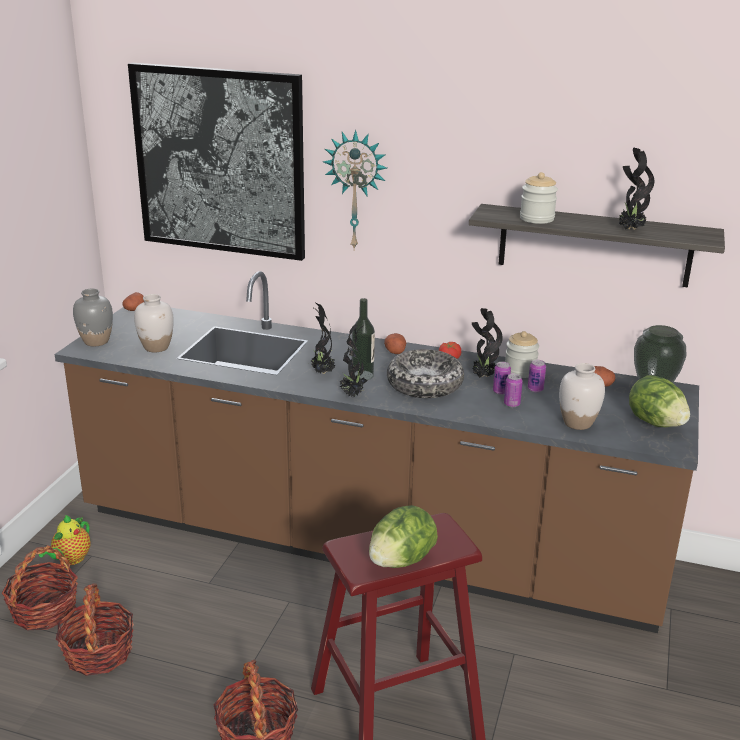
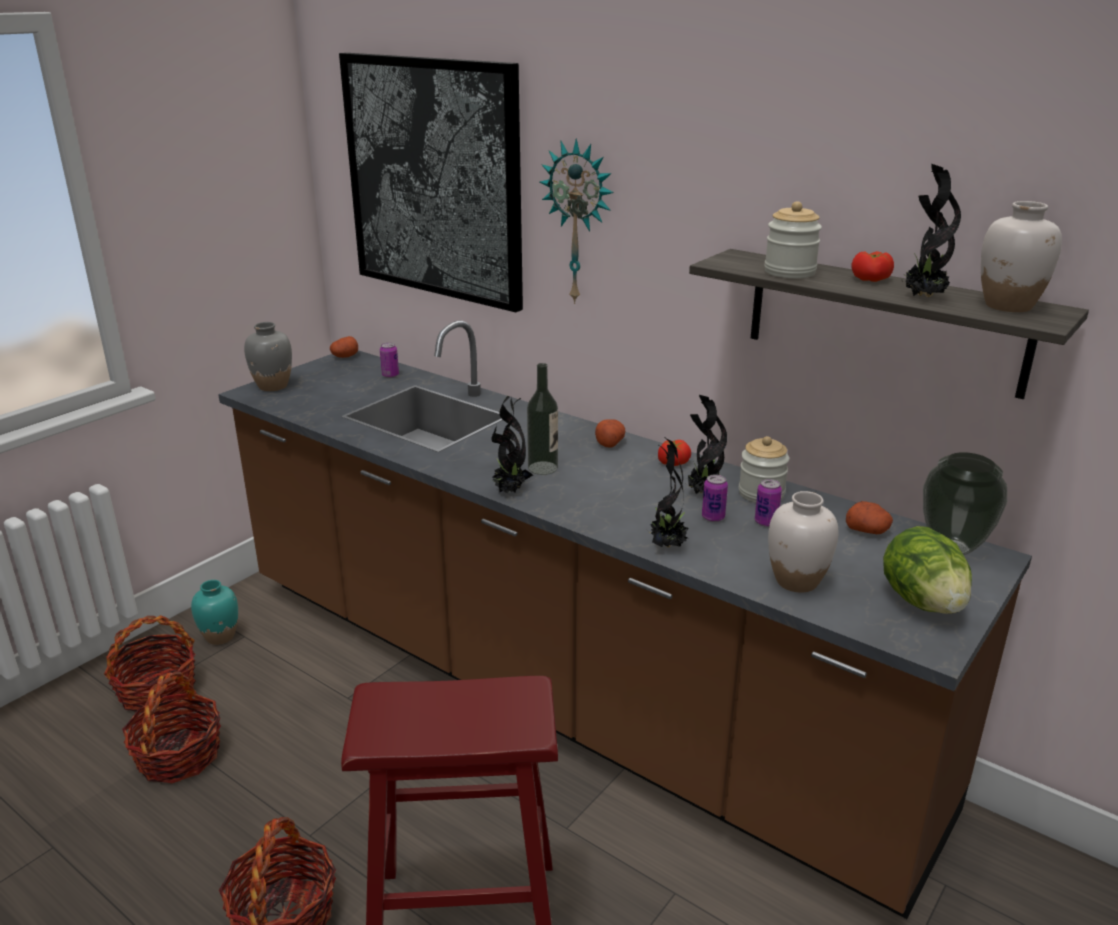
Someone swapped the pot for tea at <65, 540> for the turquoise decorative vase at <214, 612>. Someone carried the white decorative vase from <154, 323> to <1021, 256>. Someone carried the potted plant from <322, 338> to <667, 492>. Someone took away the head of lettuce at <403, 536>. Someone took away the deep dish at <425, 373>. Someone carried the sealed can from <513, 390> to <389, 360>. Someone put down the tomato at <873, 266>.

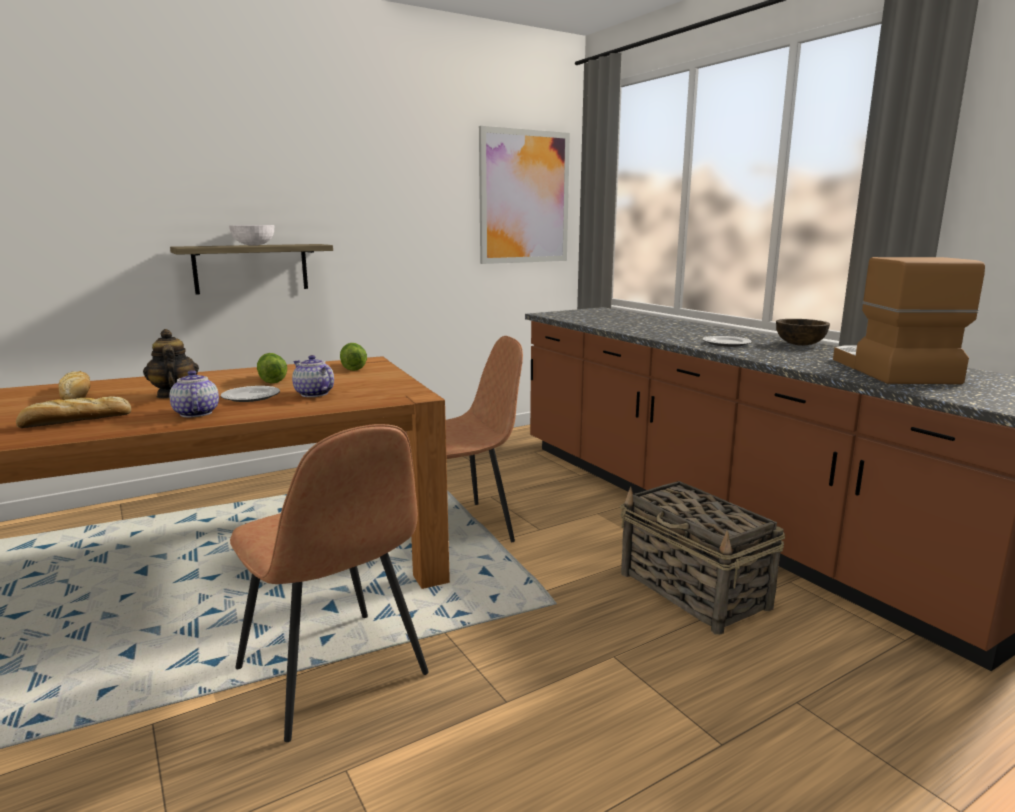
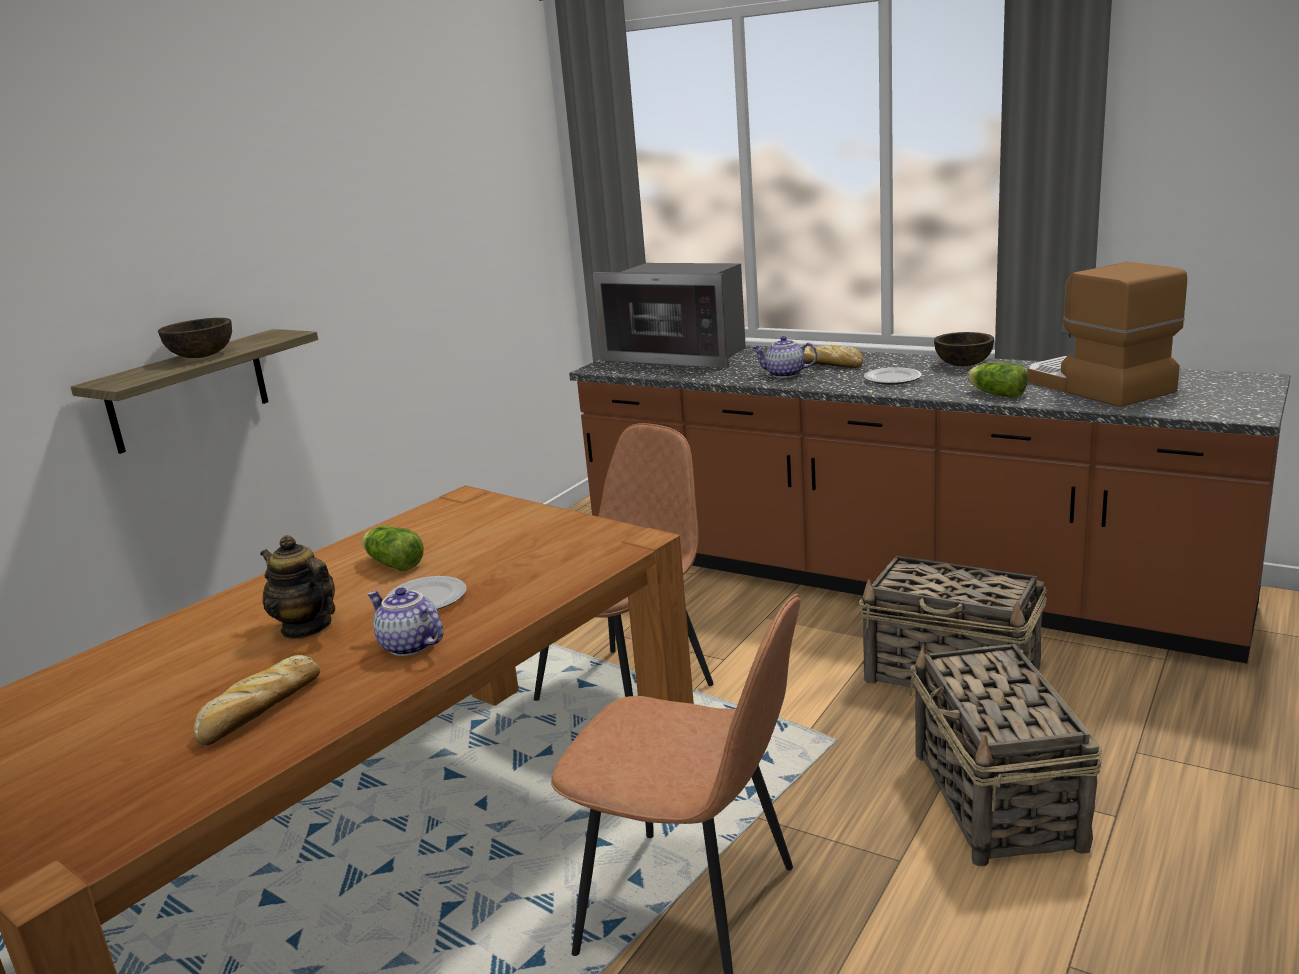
Someone carried the bread from <75, 385> to <832, 356>. Someone repainted the white deep dish at <251, 235>, which became the brown deep dish at <195, 338>. Someone carried the pot for tea from <313, 376> to <784, 357>. Someone carried the head of lettuce from <353, 357> to <997, 380>. Someone took away the wall picture at <524, 195>. Someone put down the microwave at <669, 315>. Someone put down the basket at <1005, 755>.

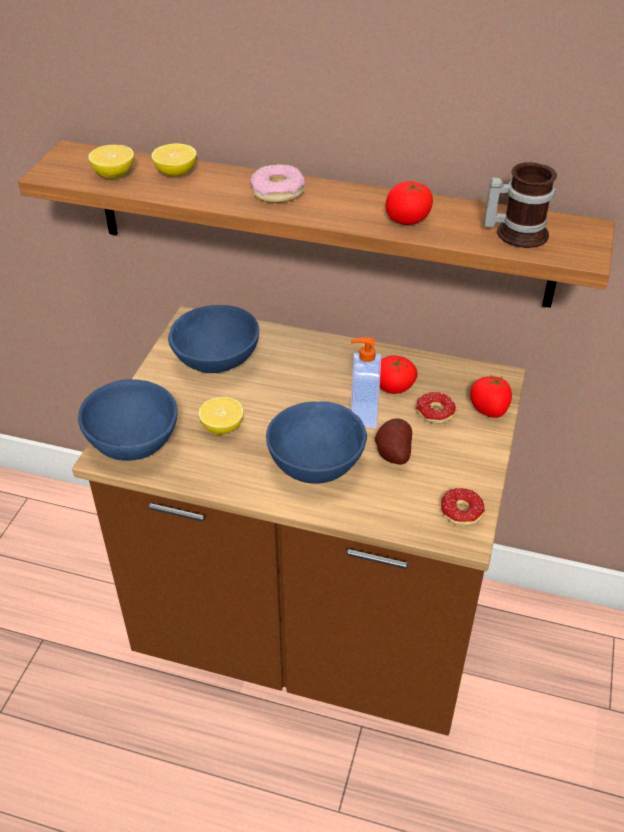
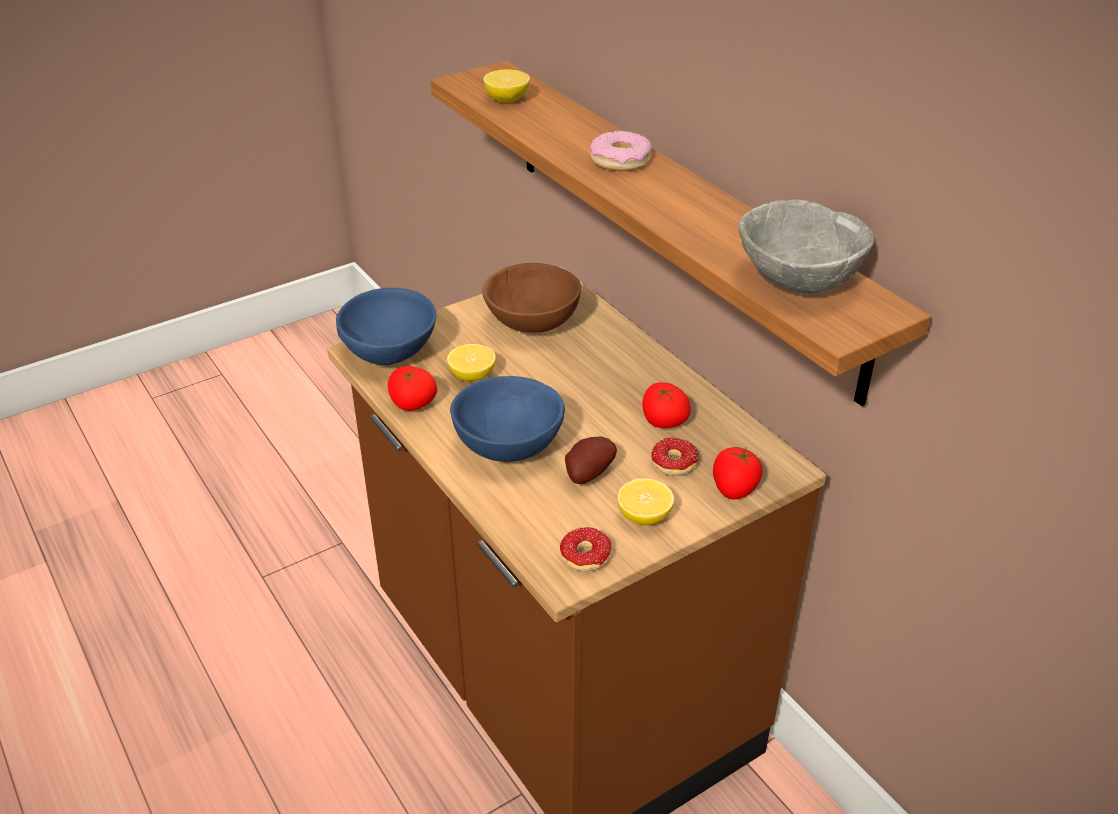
Someone carried the citrus fruit from <173, 160> to <645, 501>. Someone repainted the bluish deep dish at <214, 339>, which became the brown deep dish at <531, 298>. Someone took away the soap bottle at <366, 382>. Someone carried the tomato from <409, 203> to <412, 388>. Someone swapped the tea mug at <520, 205> for the greyish deep dish at <806, 246>.

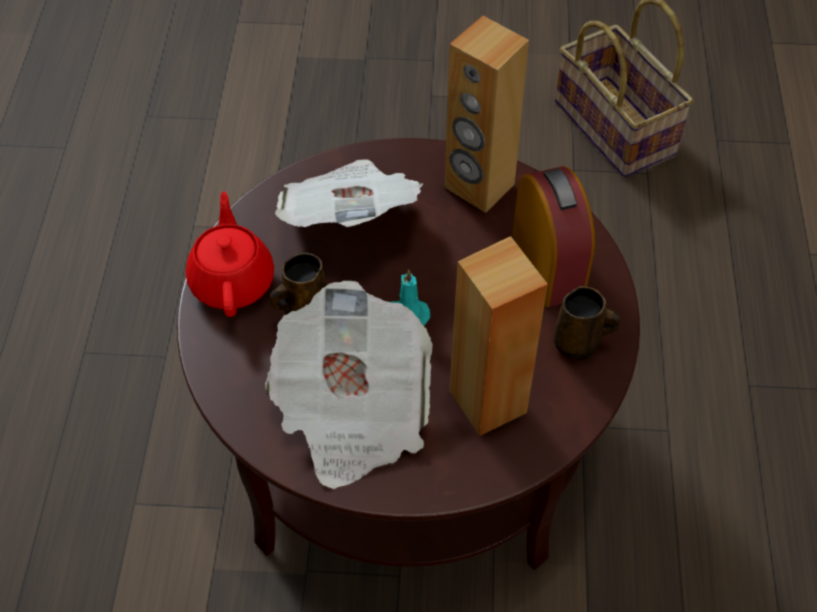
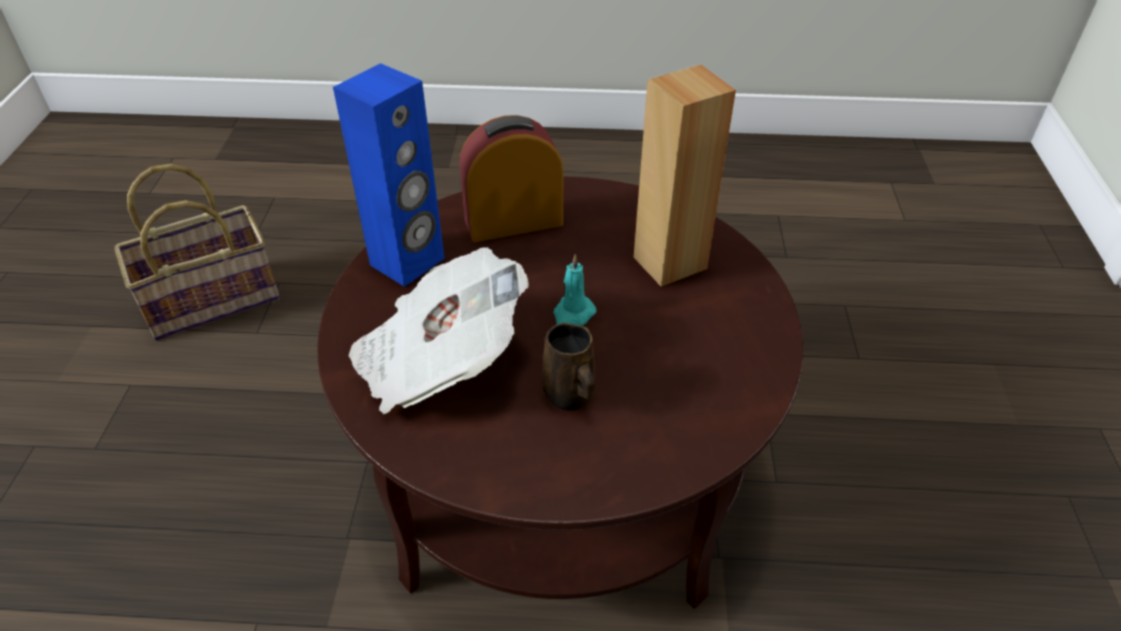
Someone took away the red-coloured pot for tea at <230, 254>. Someone took away the printed paper at <349, 385>. Someone repainted the brown speaker at <486, 114>, which became the bluish speaker at <389, 175>. Someone took away the brown tea mug at <586, 323>.

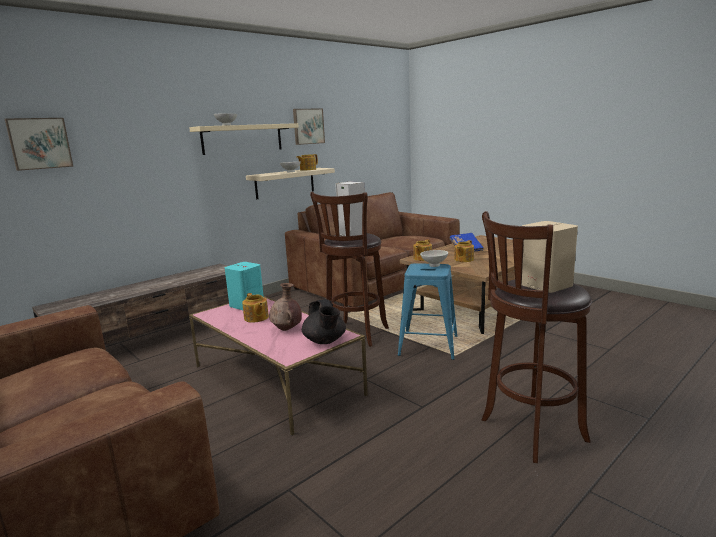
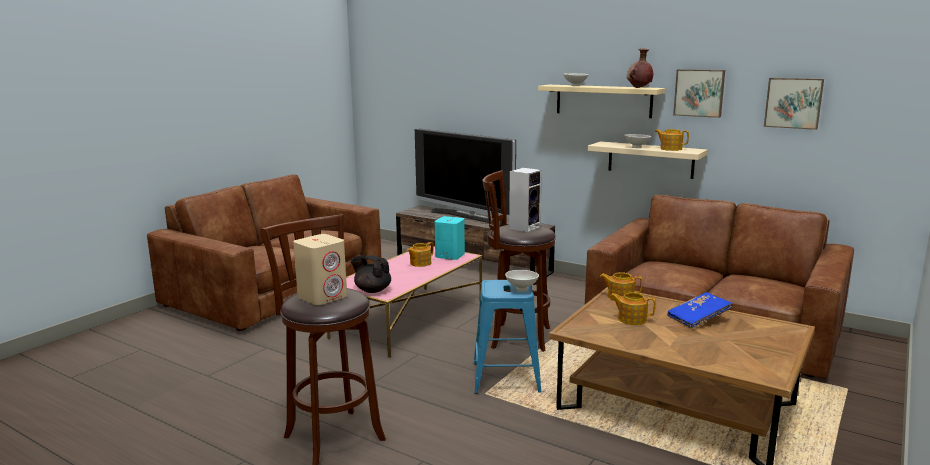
Someone carried the wall picture from <39, 144> to <794, 104>. Someone carried the brown decorative vase from <285, 307> to <640, 68>. Someone rotated the black pot for tea at <324, 321> by 60 degrees clockwise. Someone put down the TV at <465, 178>.

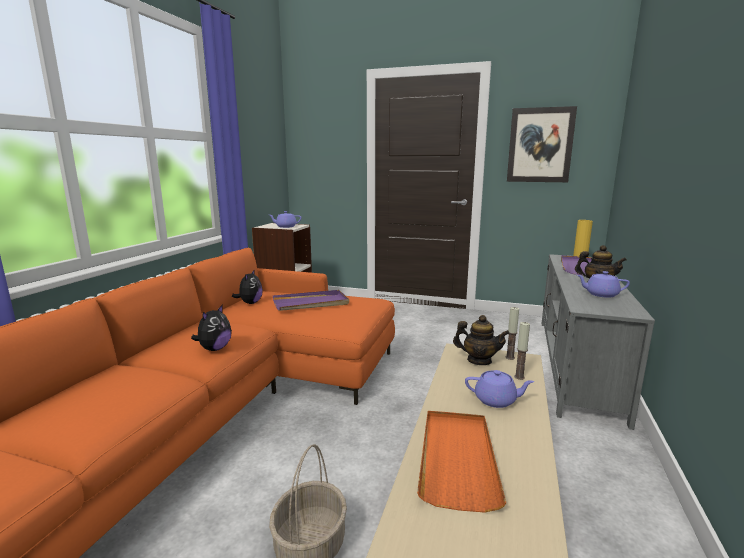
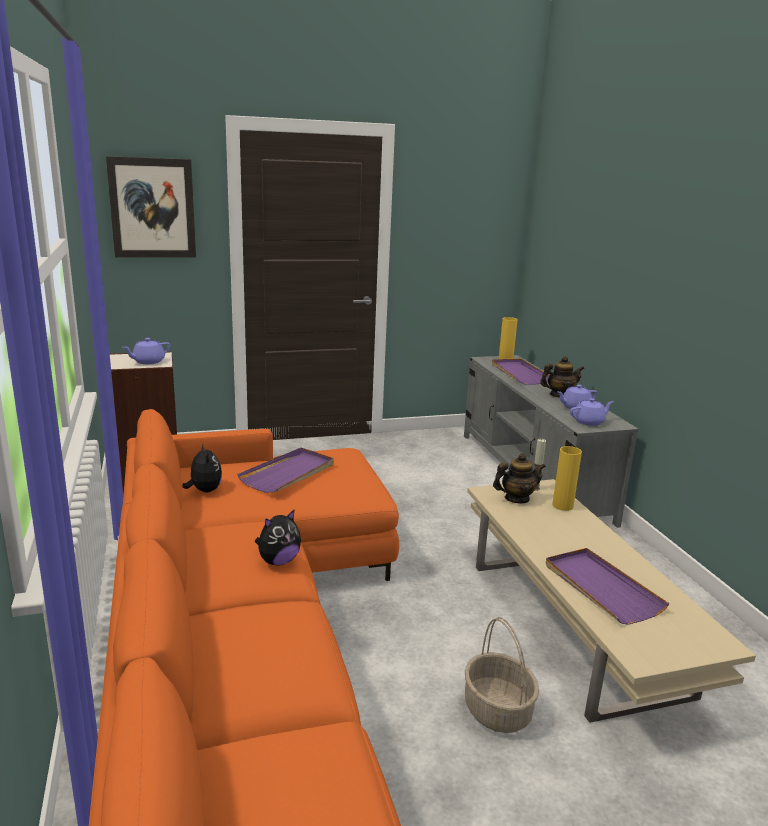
Someone rotated the soft toy at <211, 327> by 60 degrees clockwise. Someone repainted the orangey serving tray at <461, 462>, which became the purplish serving tray at <607, 586>. Someone carried the purplish pot for tea from <499, 389> to <592, 412>. Someone carried the wall picture from <542, 144> to <151, 207>. Someone swapped the wax candle at <522, 351> for the yellow decorative vase at <567, 478>.

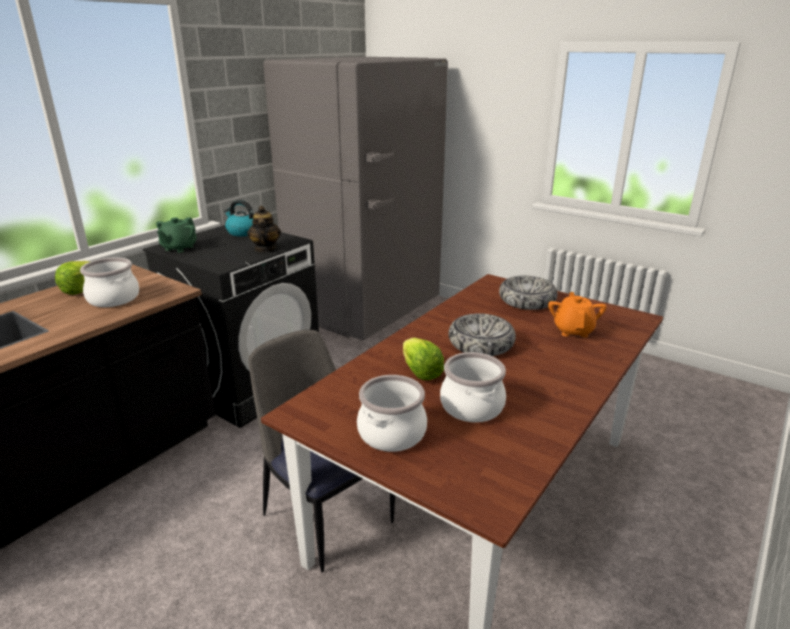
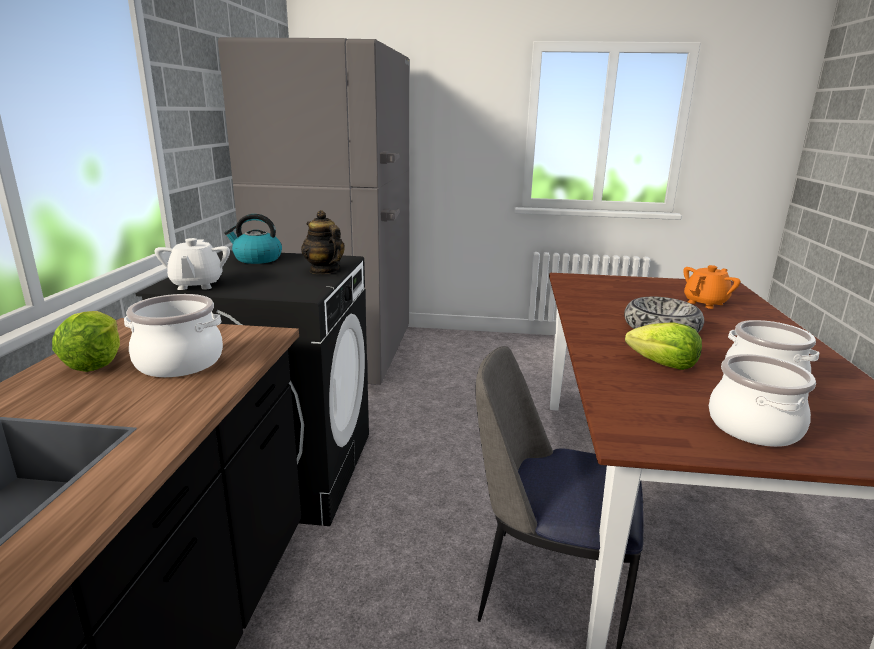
Someone repainted the green pot for tea at <176, 235>, which became the white pot for tea at <192, 264>. Someone took away the deep dish at <528, 293>. Someone rotated the orangey pot for tea at <577, 315> by 75 degrees clockwise.

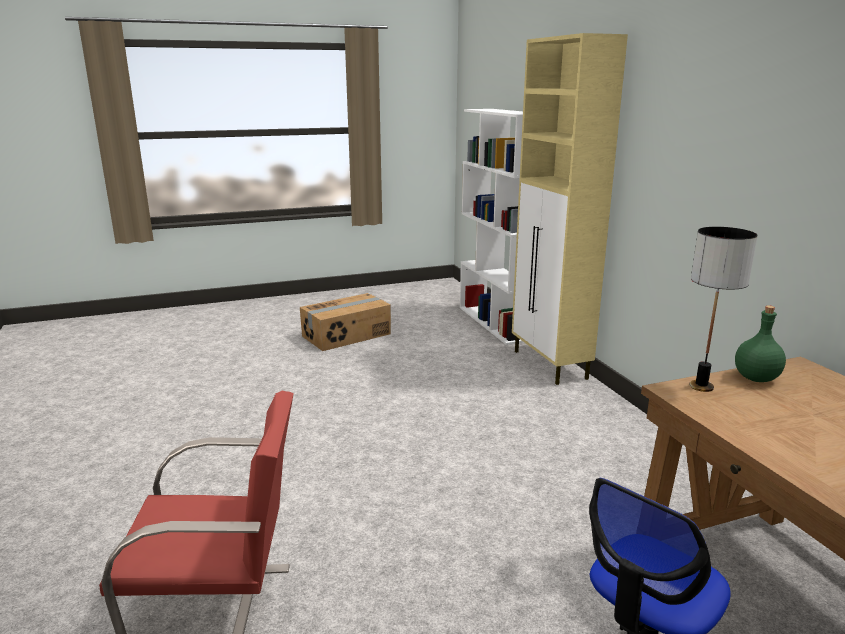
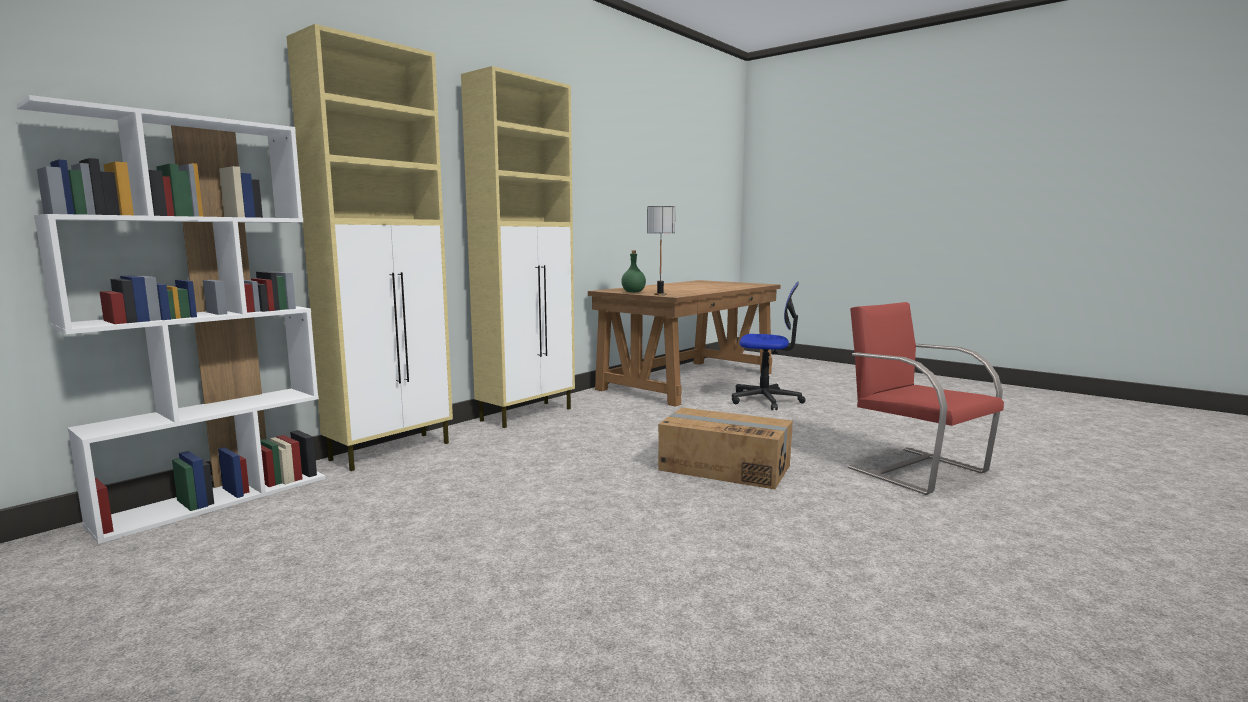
Someone carried the cardboard box from <345, 322> to <725, 448>. Someone put down the beige cupboard at <518, 247>.

